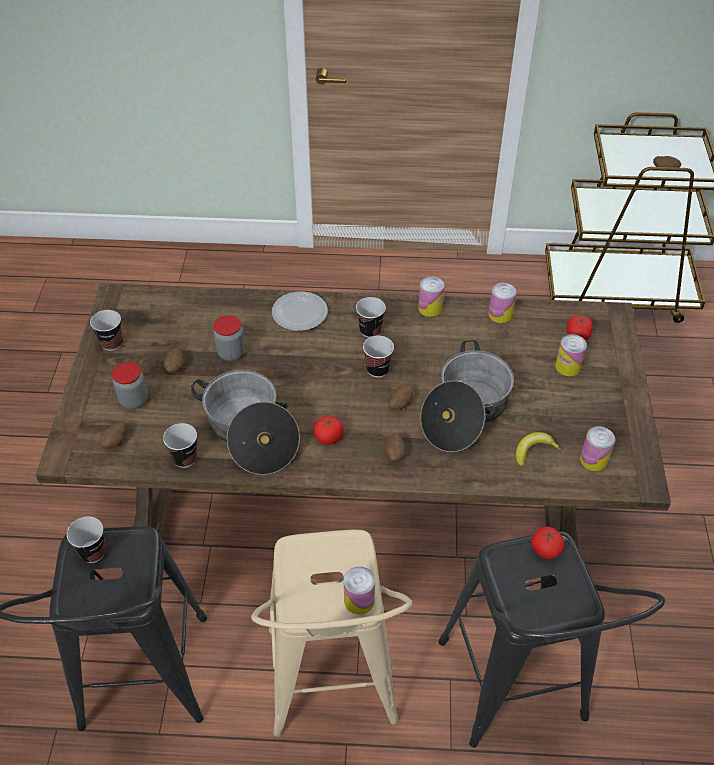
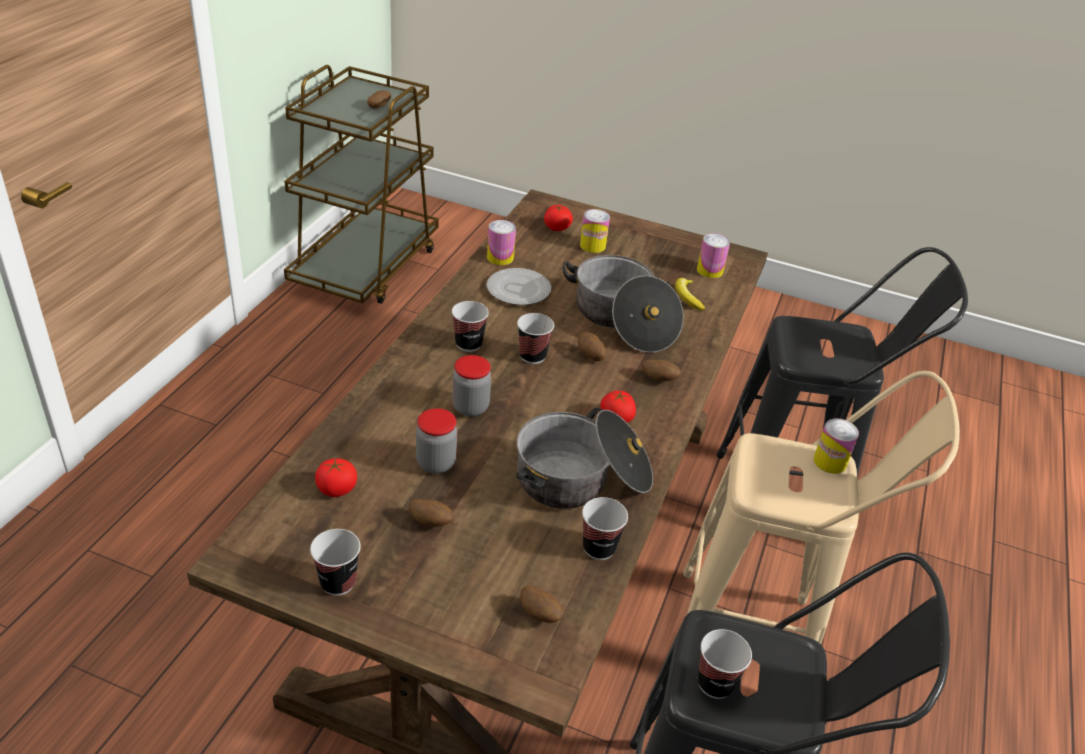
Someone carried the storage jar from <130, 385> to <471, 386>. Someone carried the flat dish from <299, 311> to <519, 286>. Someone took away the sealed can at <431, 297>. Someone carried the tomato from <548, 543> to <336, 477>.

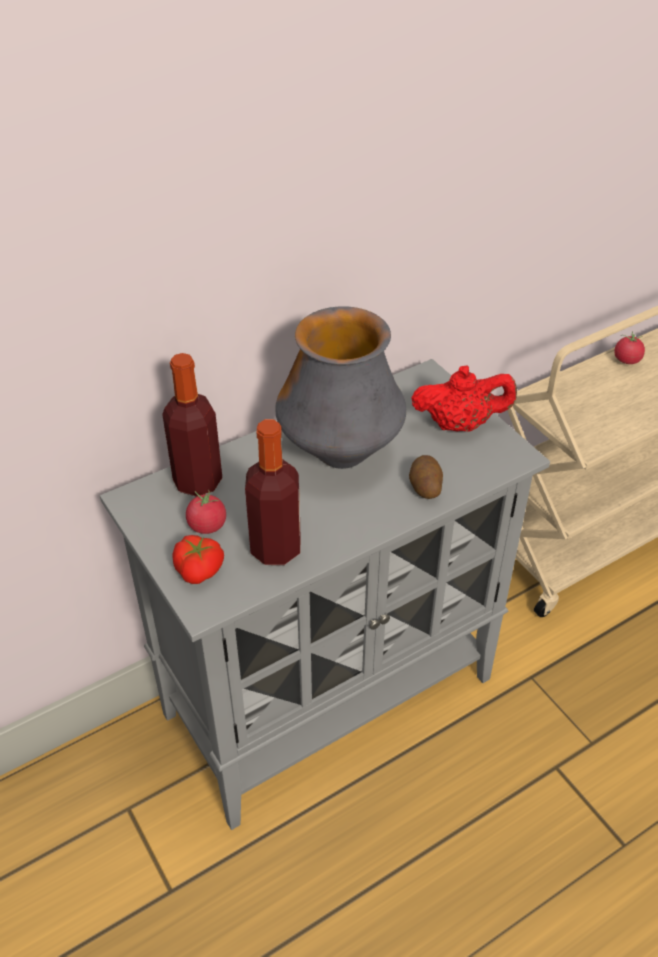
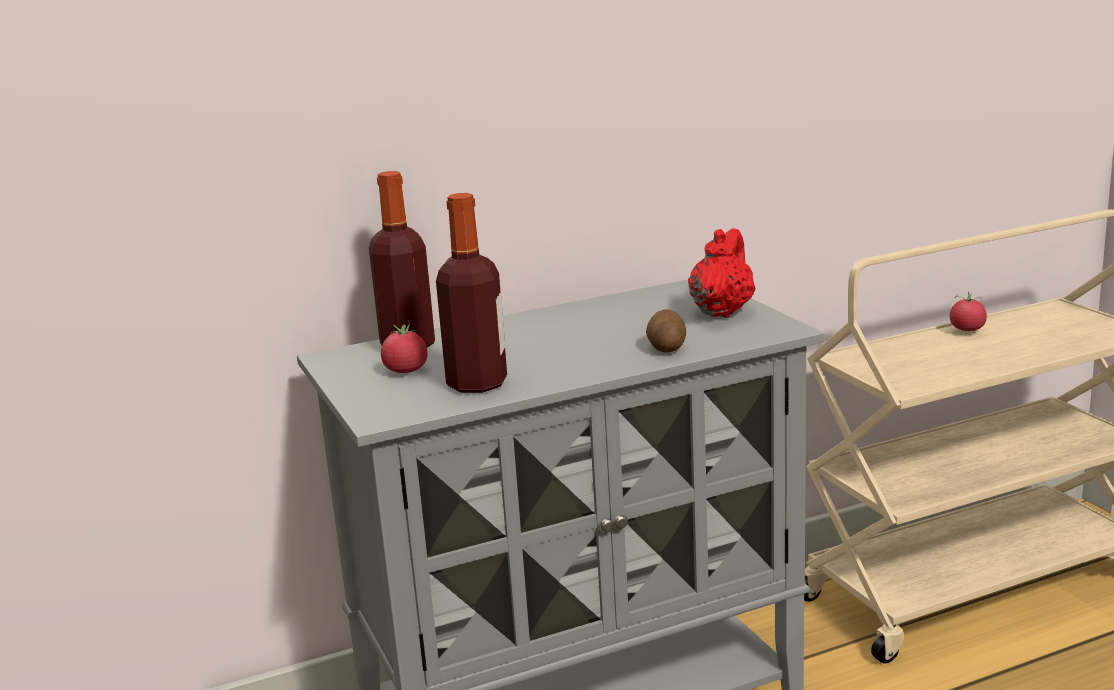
Someone took away the tomato at <198, 559>. Someone took away the decorative vase at <340, 387>. Someone rotated the red-coloured pot for tea at <464, 399> by 75 degrees counterclockwise.

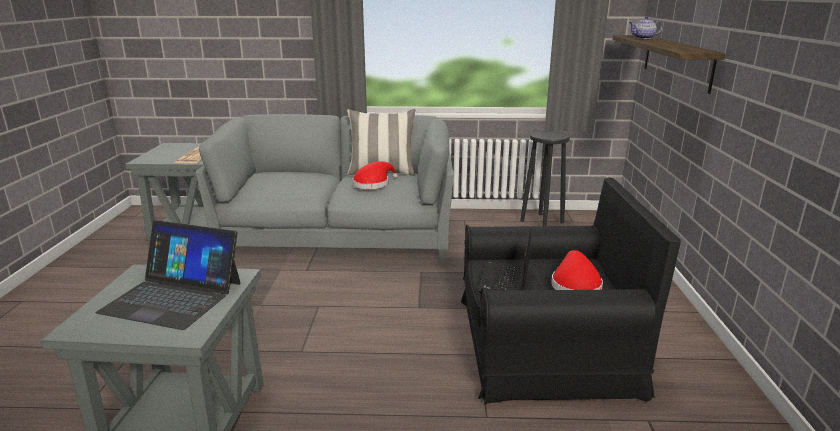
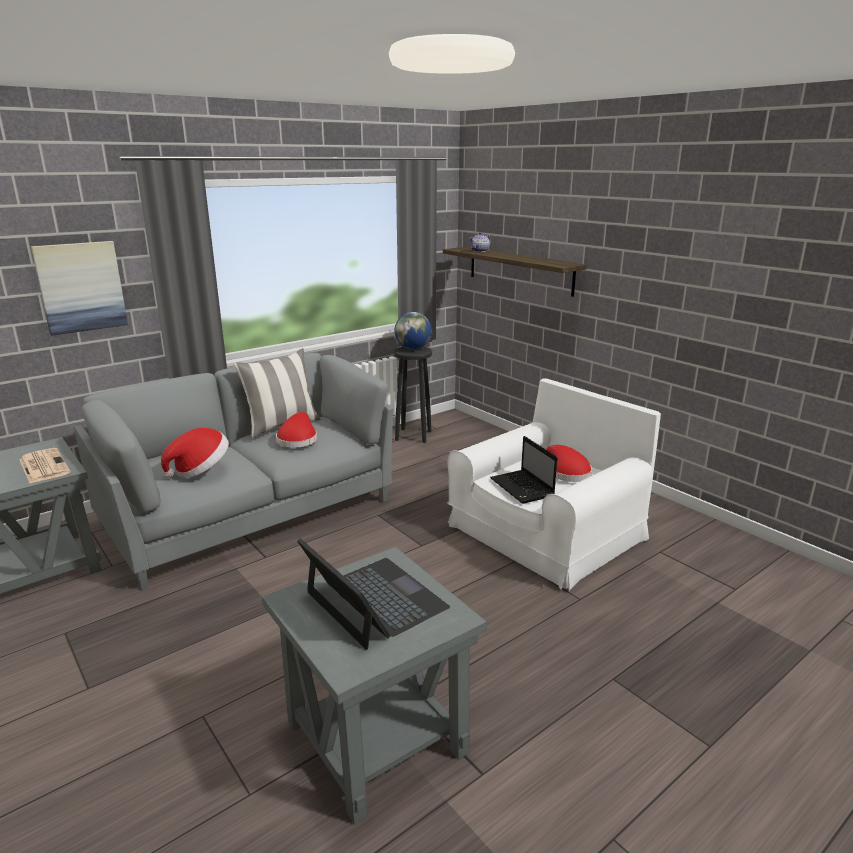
Someone rotated the portable computer at <168, 275> by 105 degrees counterclockwise. Someone repainted the black armchair at <571, 291>, which became the white armchair at <554, 485>. Someone put up the wall picture at <79, 288>. Someone put down the wearable hat at <195, 453>. Someone put down the world globe at <413, 331>.

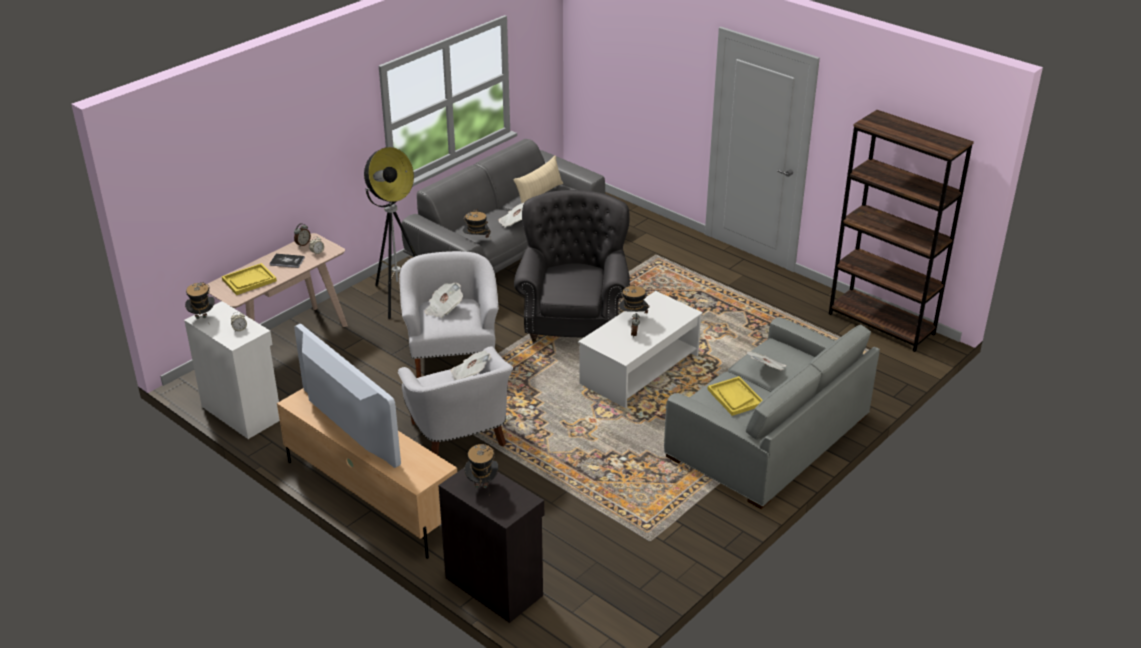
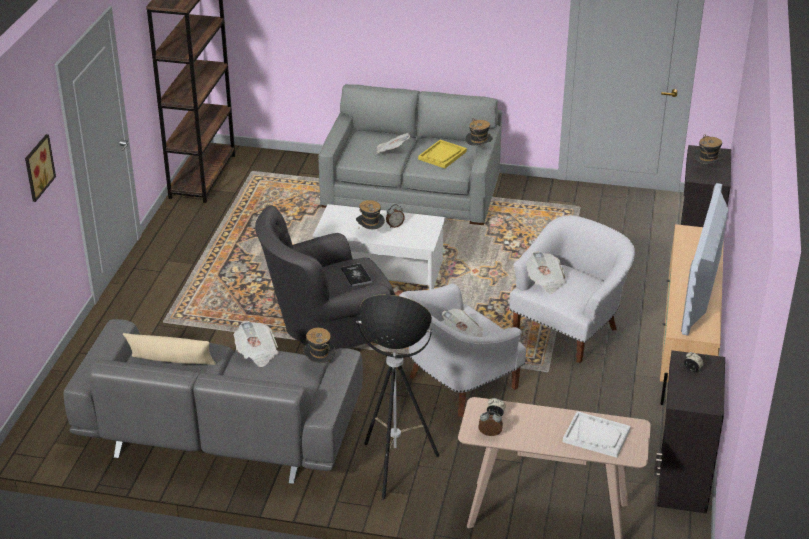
Someone repainted the white cupboard at <232, 370>, which became the black cupboard at <689, 432>. Someone carried the wearable hat from <200, 301> to <479, 132>. Someone repainted the yellow serving tray at <249, 279>, which became the white serving tray at <597, 434>. Someone carried the bound book from <287, 261> to <356, 275>. Someone put up the wall picture at <40, 168>.

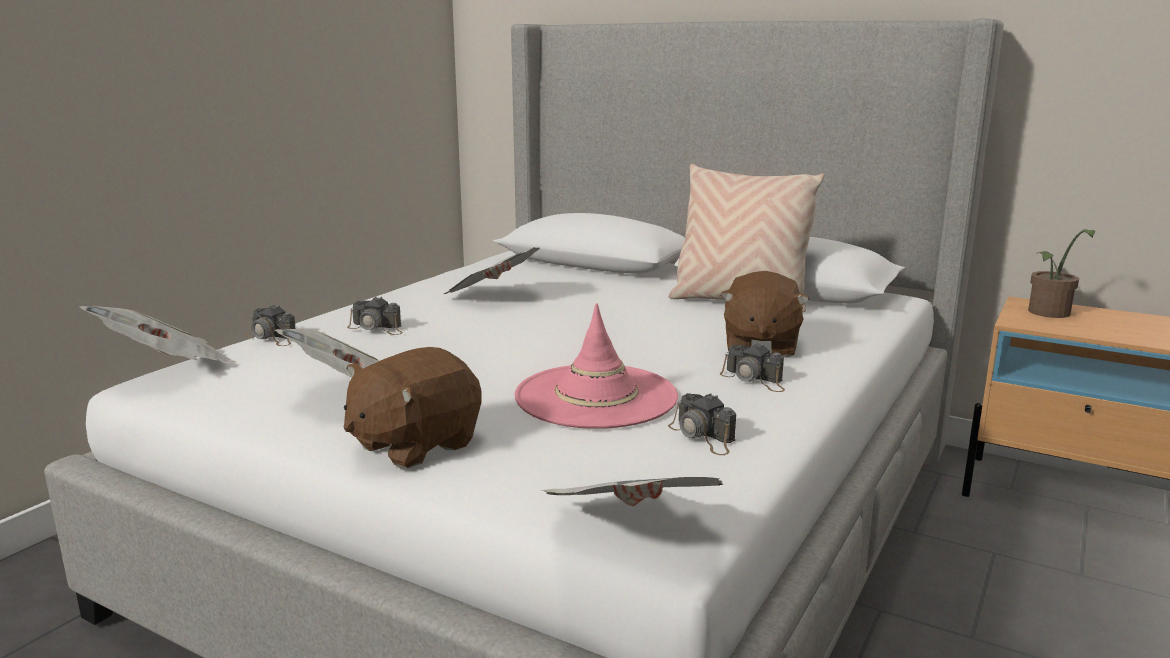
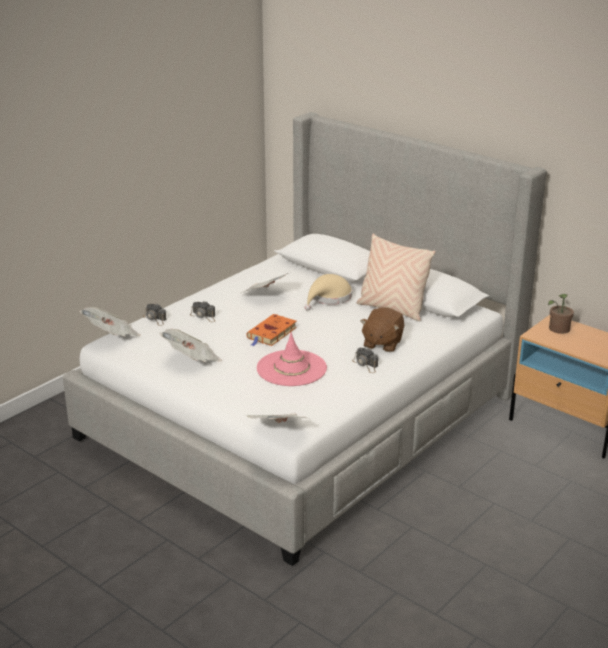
Someone took away the brown soft toy at <413, 407>. Someone took away the still camera at <702, 424>. Someone put down the orangey bound book at <272, 330>. Someone put down the beige wearable hat at <328, 292>.

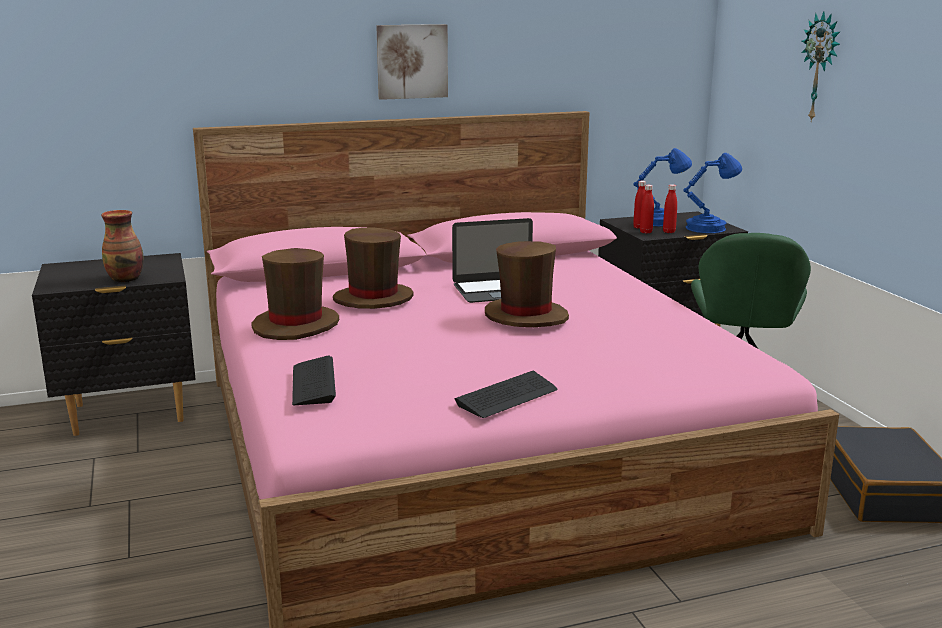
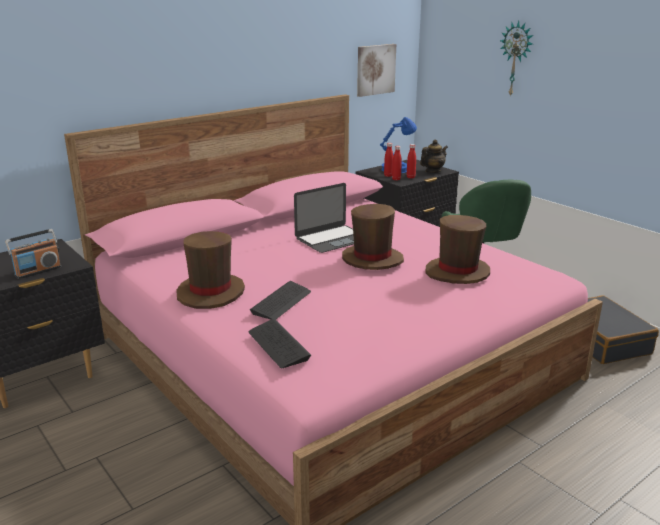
Someone swapped the decorative vase at <122, 246> for the radio at <33, 254>. Someone carried the brown wearable hat from <373, 268> to <457, 249>. Someone carried the wall picture from <412, 62> to <376, 70>. Someone carried the PC keyboard from <505, 394> to <280, 300>. Someone swapped the bluish tabletop lamp at <712, 193> for the pot for tea at <434, 156>.

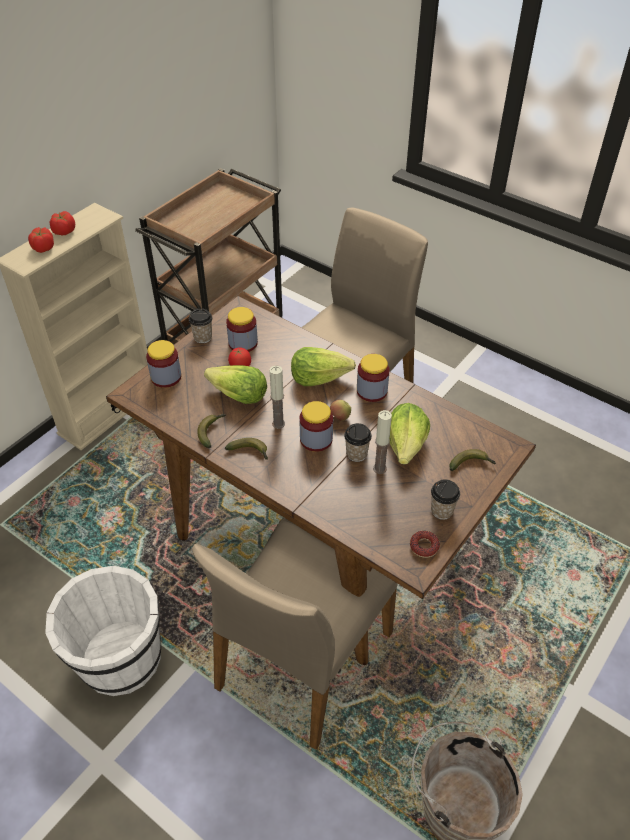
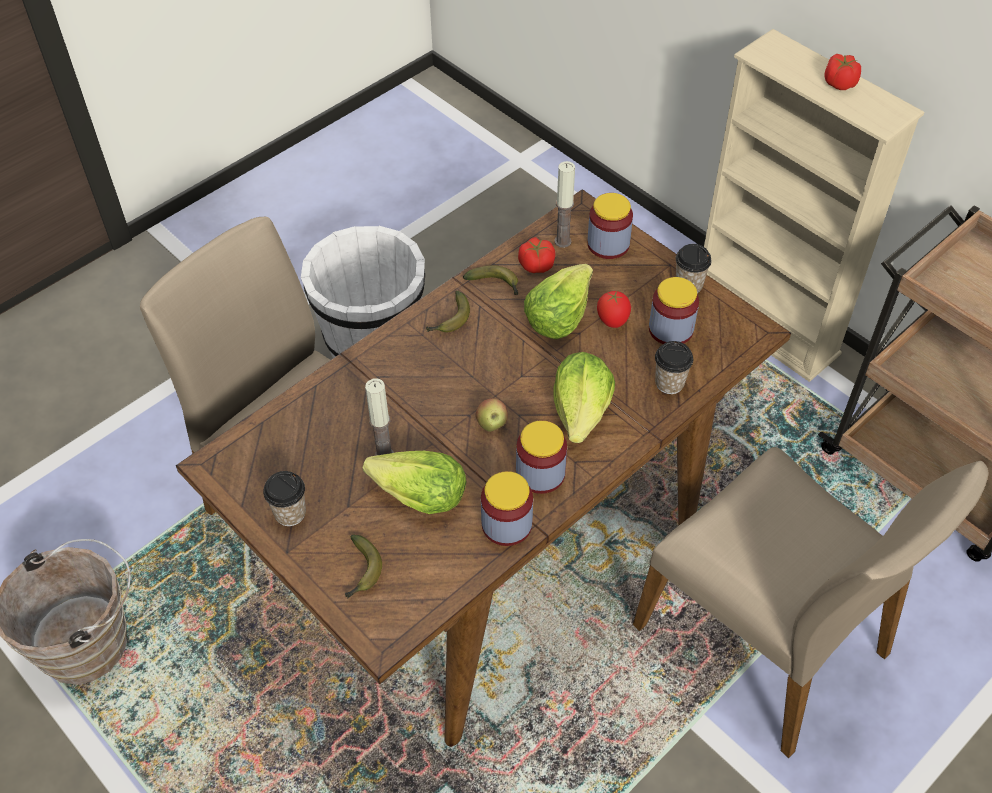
Someone carried the tomato from <41, 240> to <537, 255>. Someone carried the wax candle from <277, 397> to <564, 204>. Someone carried the storage jar from <316, 426> to <507, 508>. Someone carried the small cup from <358, 442> to <674, 367>. Someone took away the doughnut at <425, 544>.

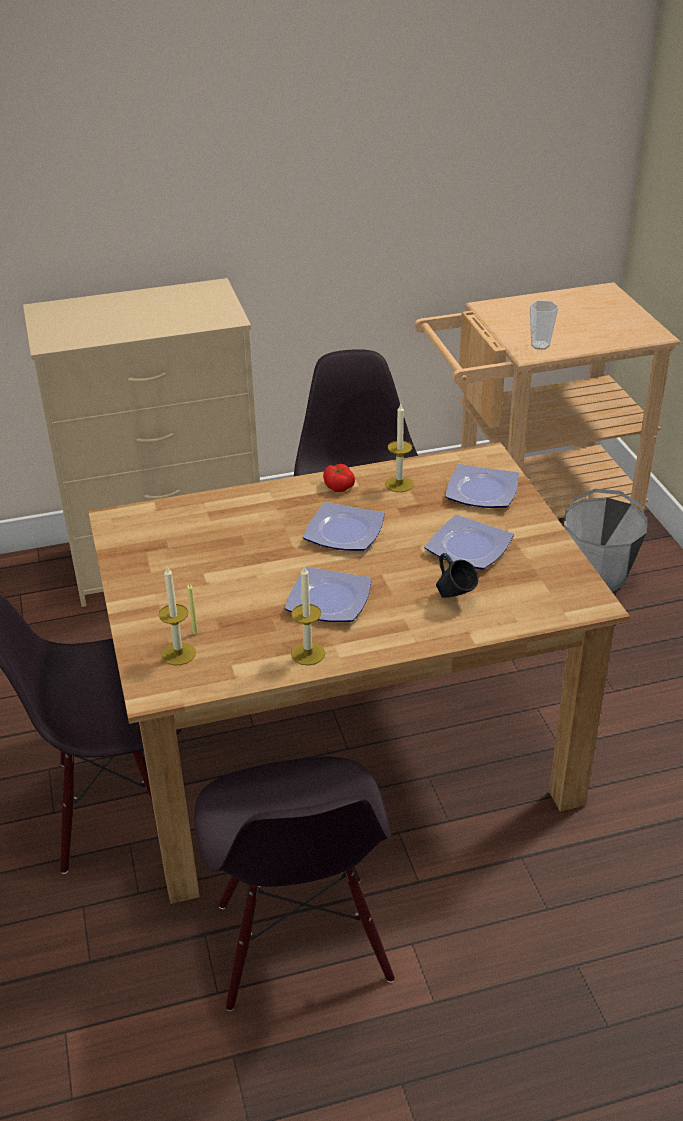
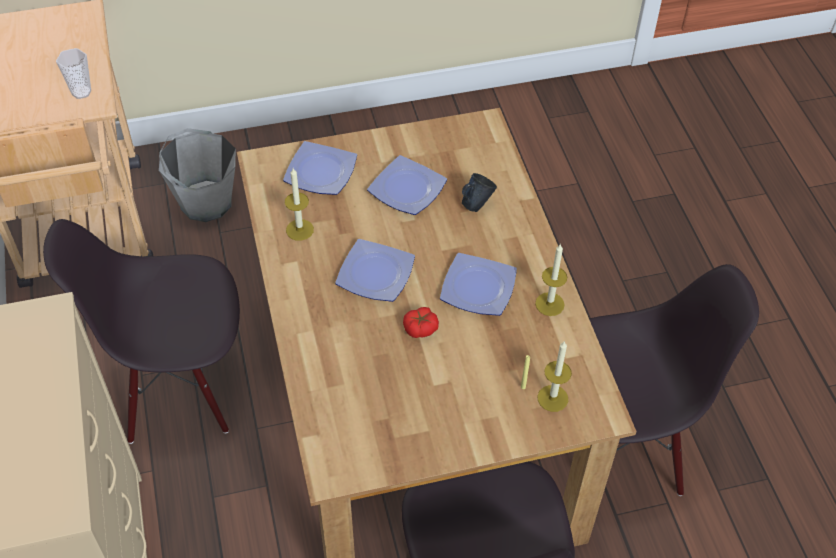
Someone carried the tomato from <339, 478> to <421, 322>.

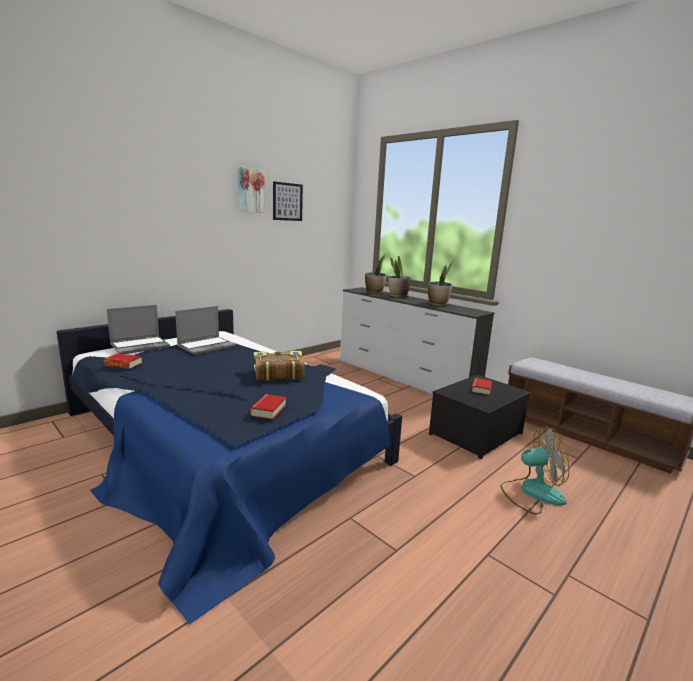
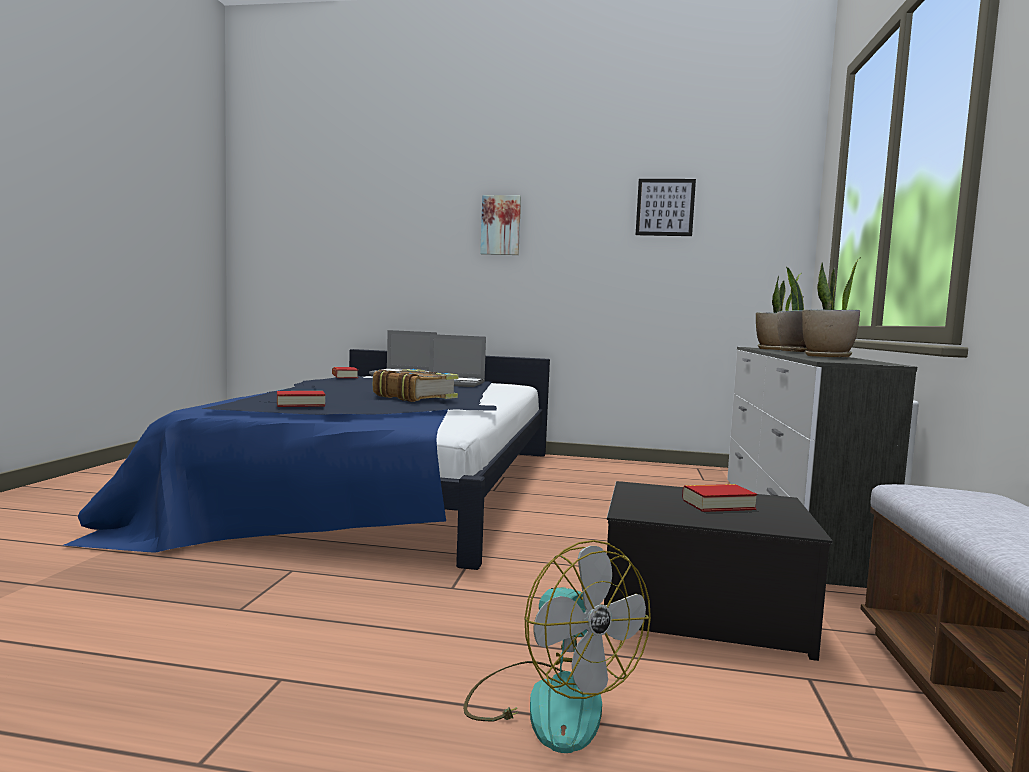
Someone carried the wall picture from <251, 189> to <500, 225>.

